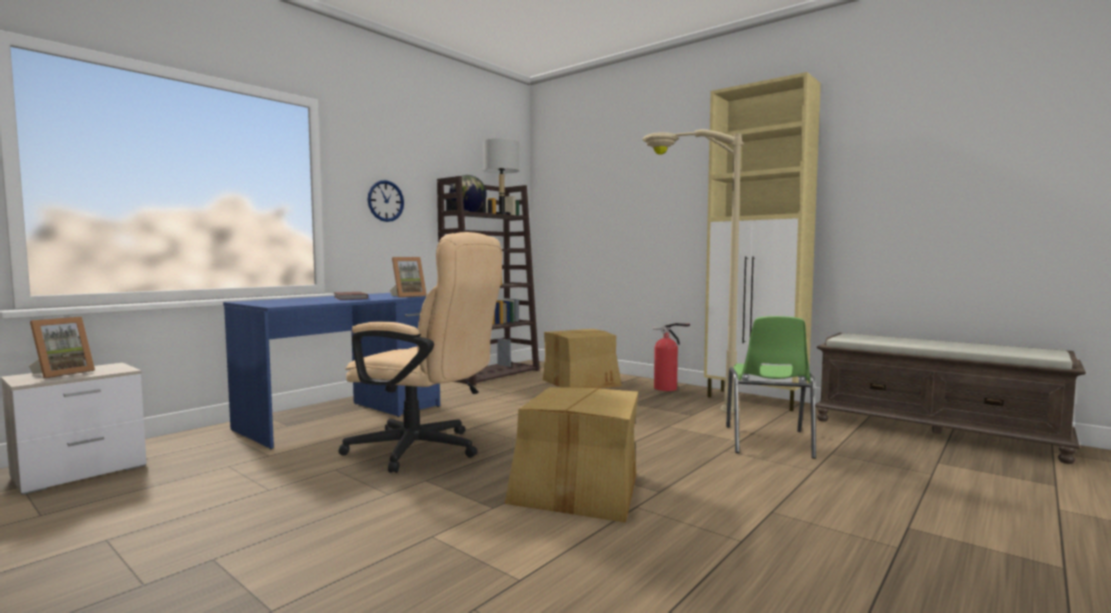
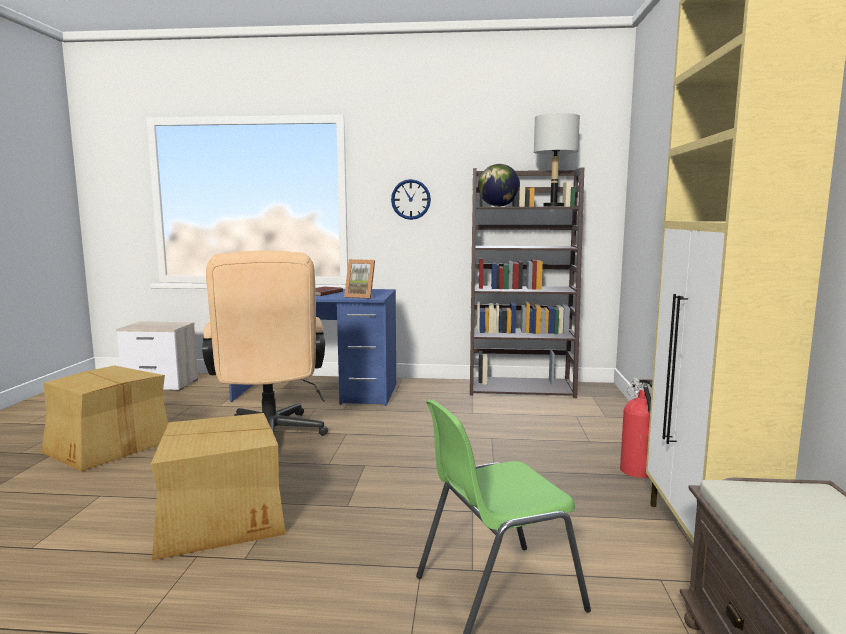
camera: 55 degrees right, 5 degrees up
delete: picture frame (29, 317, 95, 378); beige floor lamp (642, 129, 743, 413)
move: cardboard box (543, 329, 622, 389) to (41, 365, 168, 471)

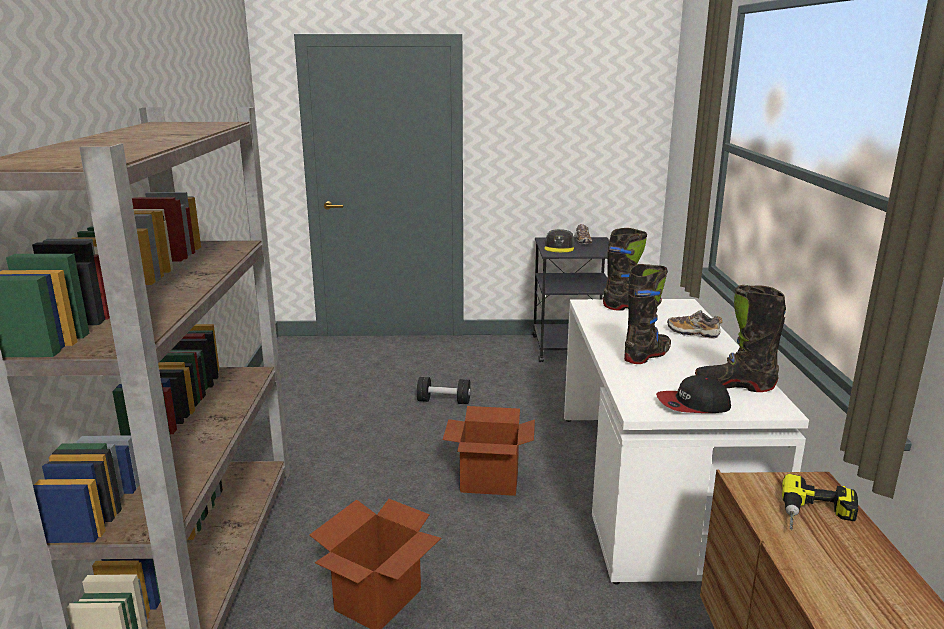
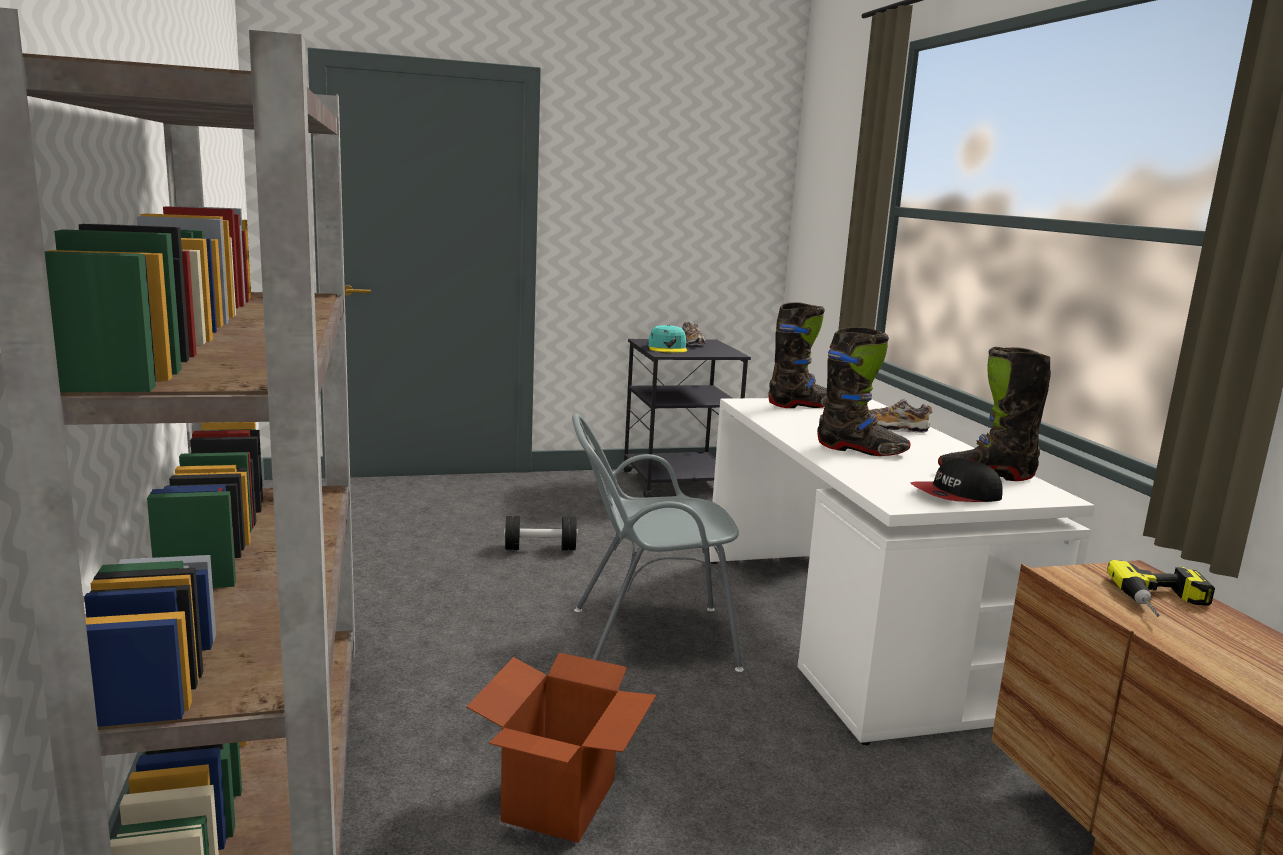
camera: 15 degrees left, 5 degrees down
replace: cardboard box (443, 406, 535, 496) to grey chair (572, 413, 744, 672)
recolor: grey cap (544, 229, 575, 252) to turquoise cap (648, 325, 687, 353)
rotate: black boot (624, 264, 671, 364) = (817, 327, 910, 456) 75 degrees clockwise

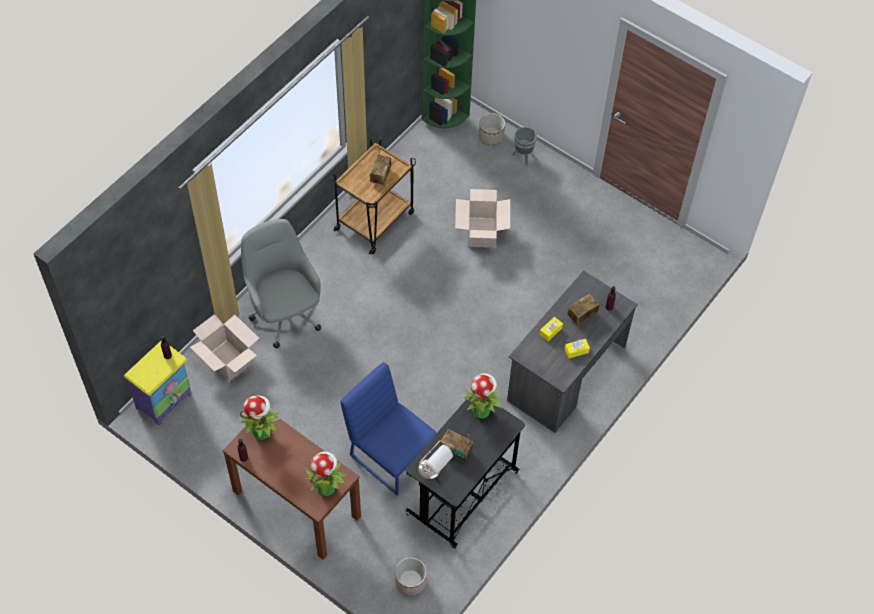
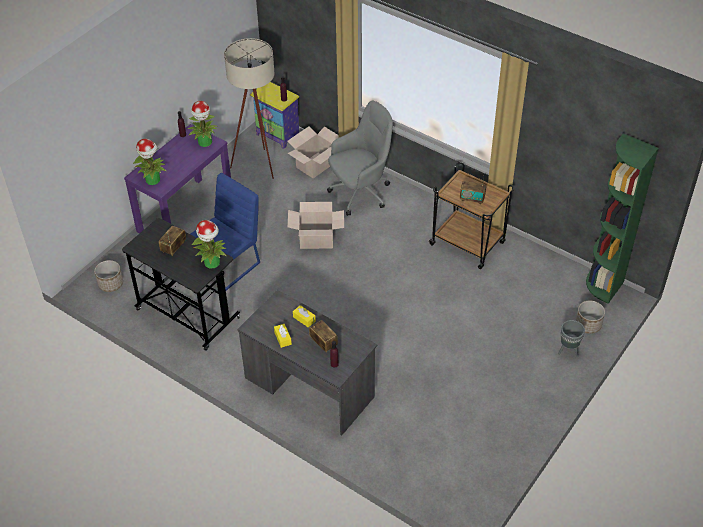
camera: 90 degrees right, 10 degrees down
delete: white table lamp (418, 441, 453, 479)
insert: beige floor lamp (224, 38, 274, 179)
move: cardboard box (455, 189, 510, 247) to (288, 202, 344, 249)
recolor: brown console table (222, 412, 361, 560) to purple console table (124, 124, 231, 233)

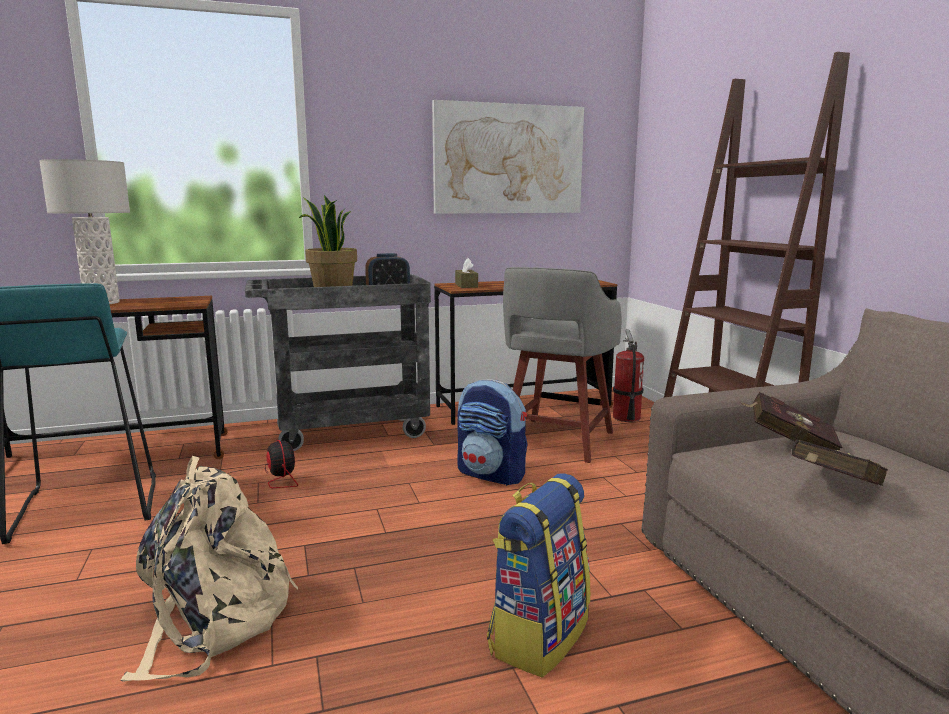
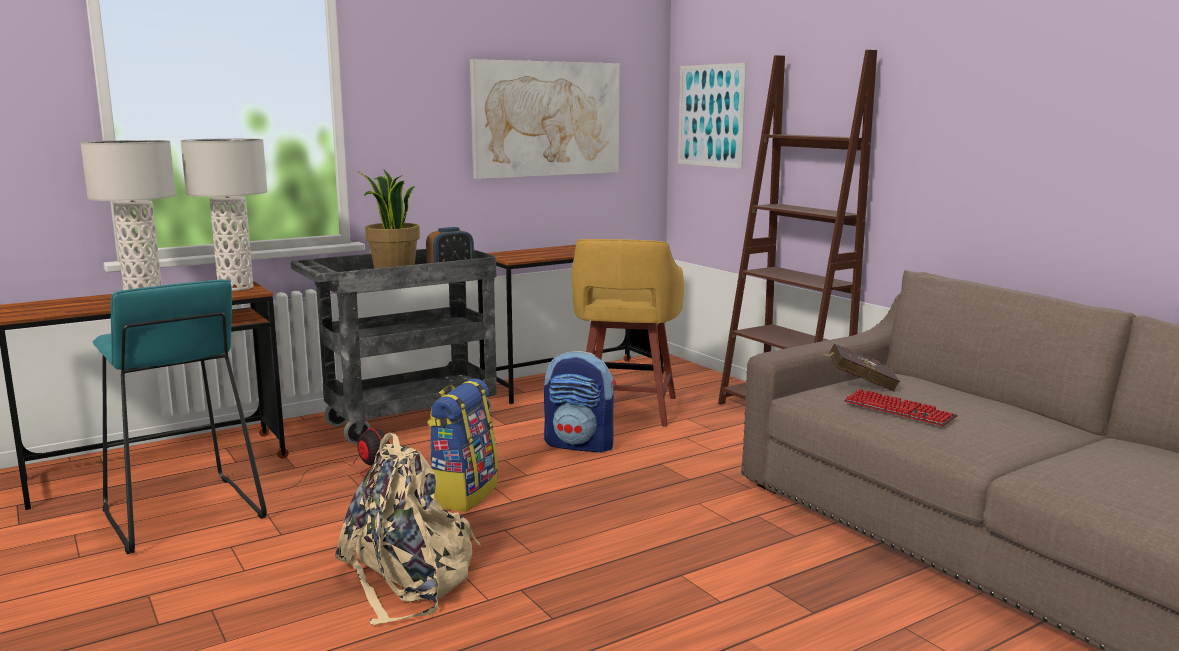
camera: 15 degrees left, 0 degrees up
delete: brown tissue box (455, 258, 478, 288); fire extinguisher (613, 329, 644, 422)
insert: white table lamp (181, 138, 267, 291); picture (678, 63, 746, 169)
move: backpack (487, 473, 590, 677) to (427, 378, 498, 512)
replace: red book (791, 439, 888, 486) to keyboard (844, 389, 958, 426)
recolor: grey stool (503, 267, 621, 463) to yellow stool (571, 239, 684, 427)

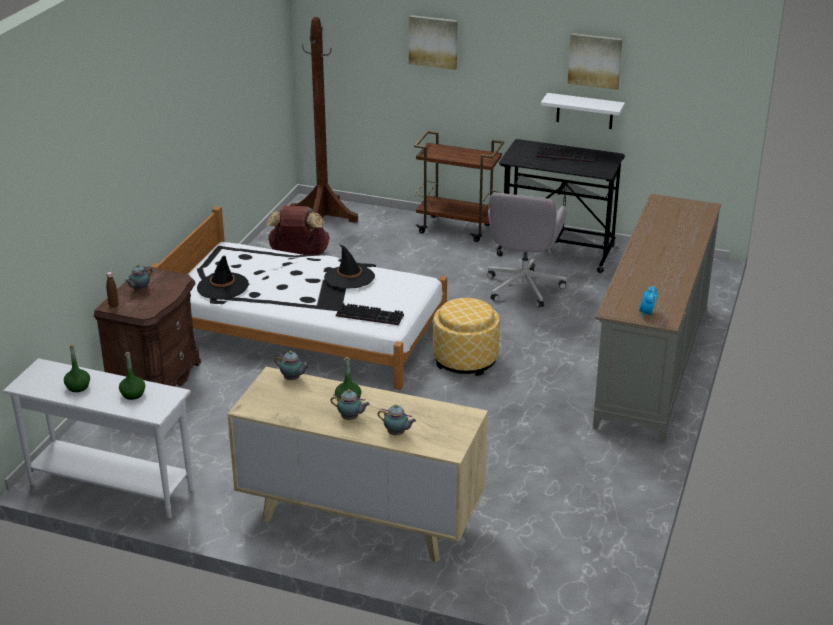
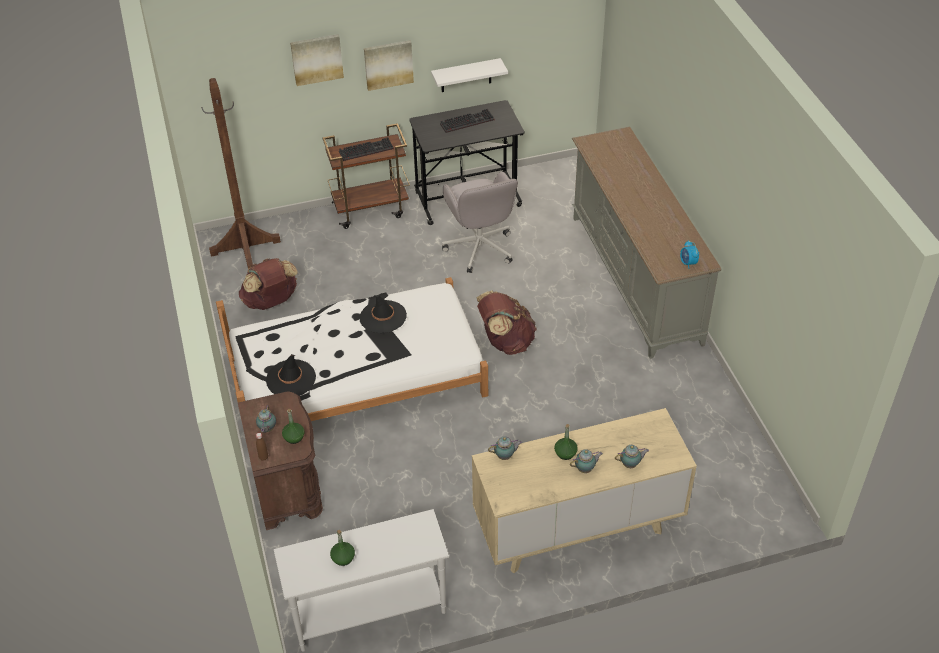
camera: 35 degrees left, 15 degrees up
move: green bottle (119, 352, 145, 400) to (282, 409, 305, 444); keyboard (336, 303, 404, 325) to (339, 137, 394, 161); picture (568, 33, 623, 90) to (364, 40, 414, 91)
replace: ottoman (433, 298, 500, 376) to brown backpack (477, 291, 537, 355)

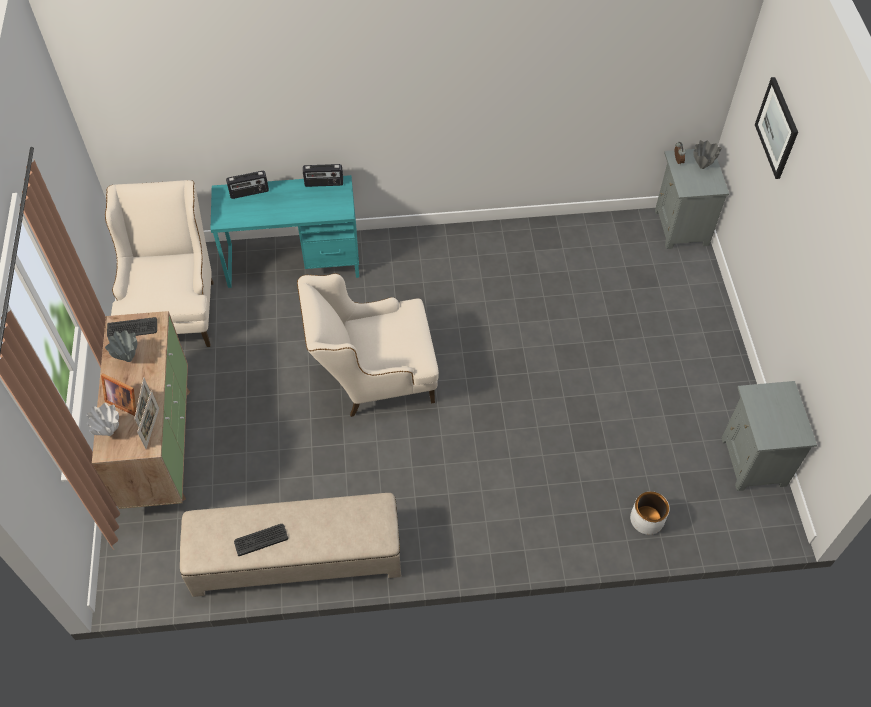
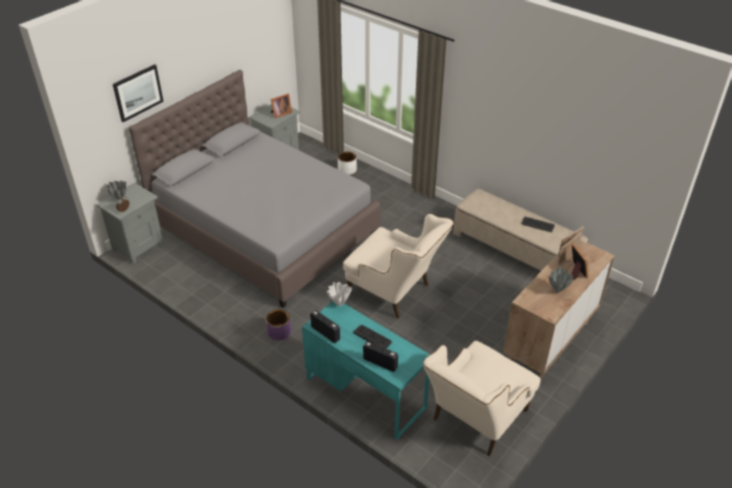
camera: 135 degrees left, 15 degrees down
insert: grey bed (129, 70, 380, 308); purple planter (266, 309, 291, 340); picture frame (271, 94, 293, 118)
move: white vase (86, 403, 119, 436) to (327, 282, 352, 307); keyboard (107, 317, 157, 337) to (354, 325, 392, 348)

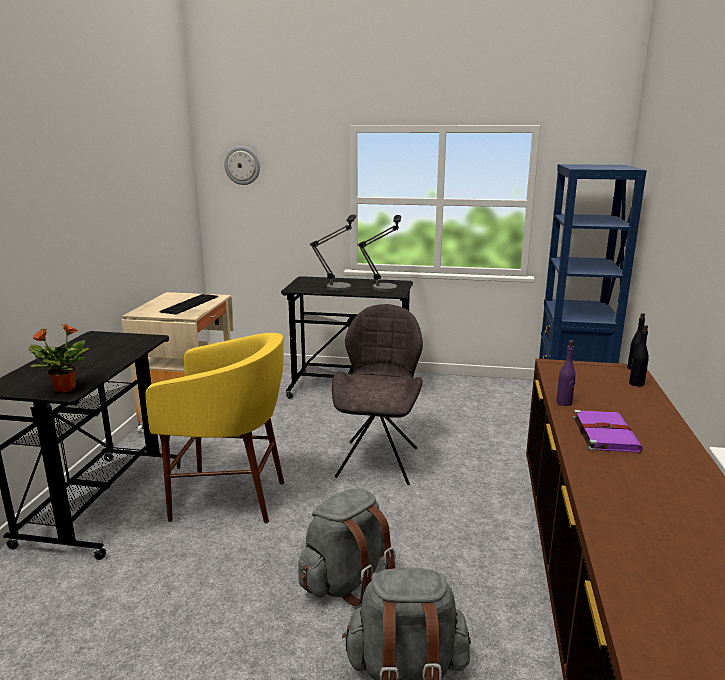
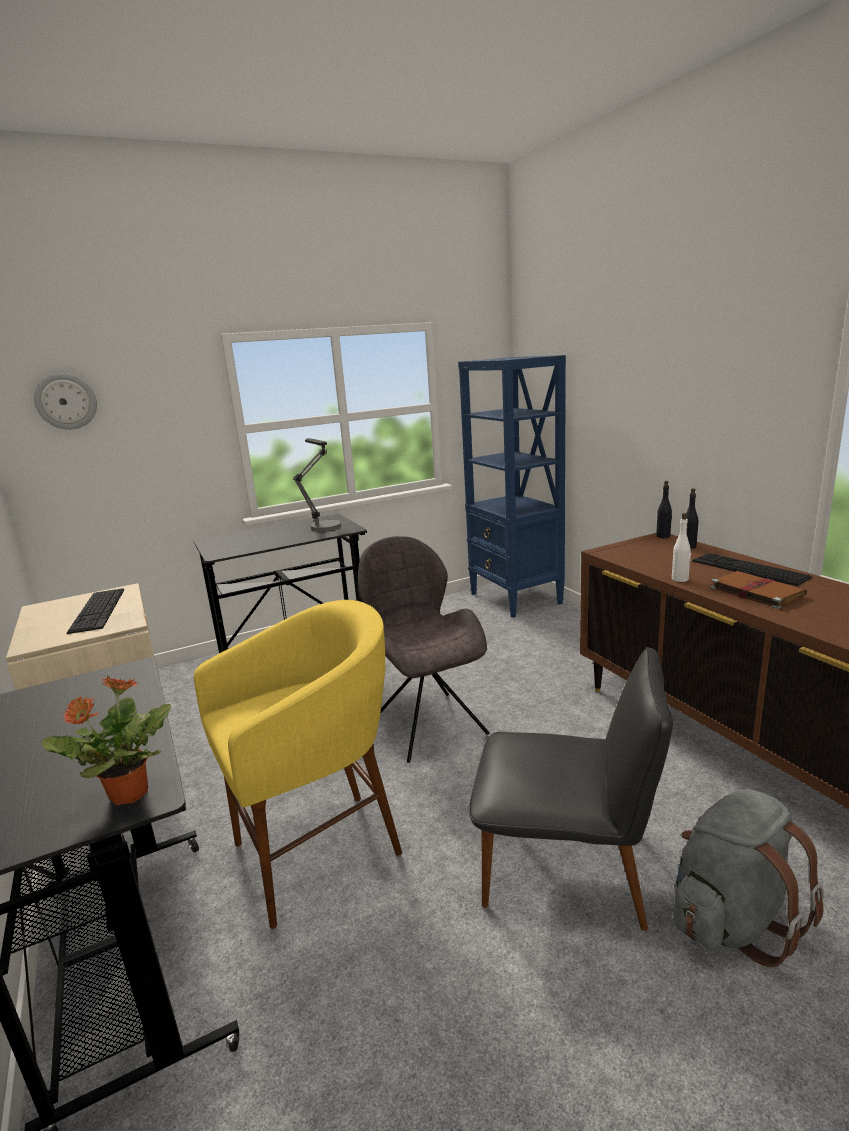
camera: 35 degrees left, 0 degrees up
delete: table lamp (310, 215, 356, 291)
insert: keyboard (693, 553, 812, 586)
replace: grey backpack (298, 488, 395, 606) to black chair (469, 647, 673, 931)
recolor: purple bottle (556, 340, 576, 406) to white bottle (672, 513, 691, 582); purple book (573, 410, 643, 453) to brown book (711, 571, 807, 609)

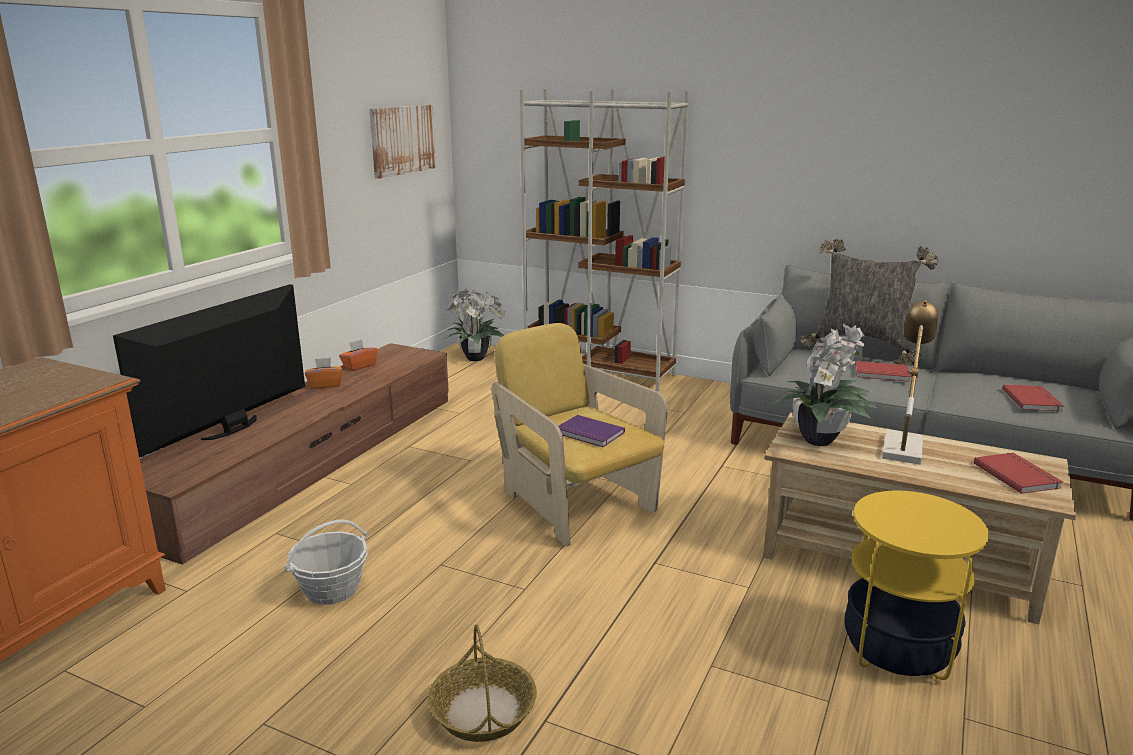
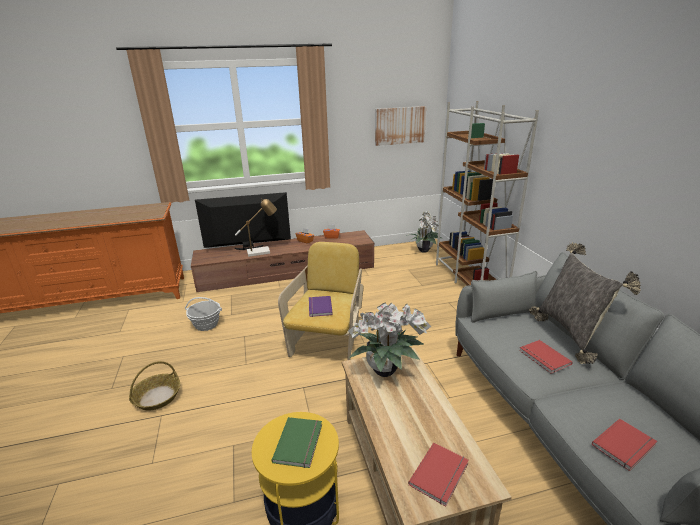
camera: 50 degrees right, 5 degrees up
insert: green book (271, 417, 322, 468)
move: table lamp (882, 300, 938, 465) to (235, 199, 277, 257)

